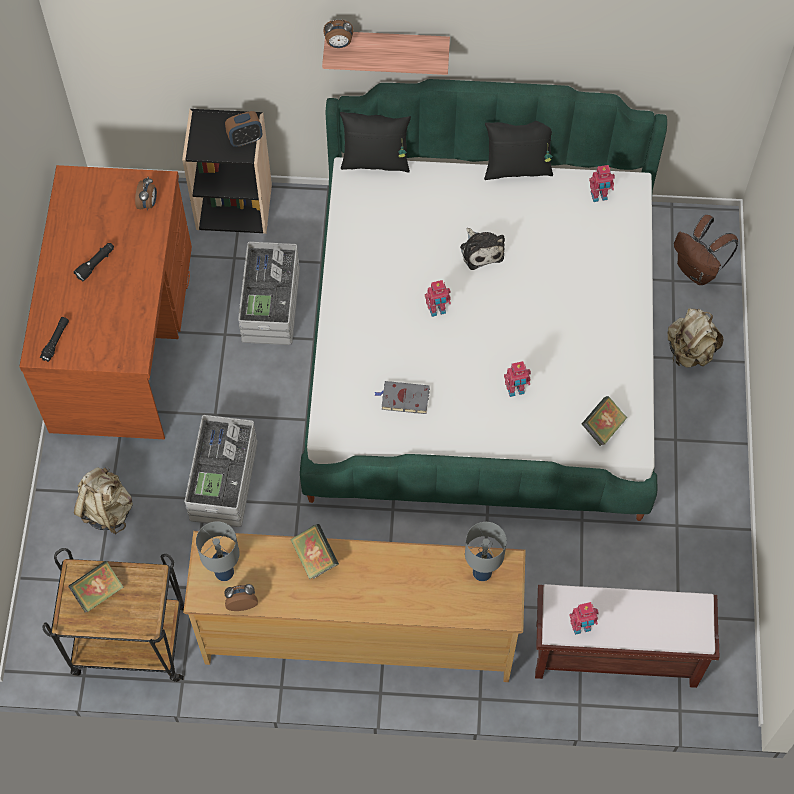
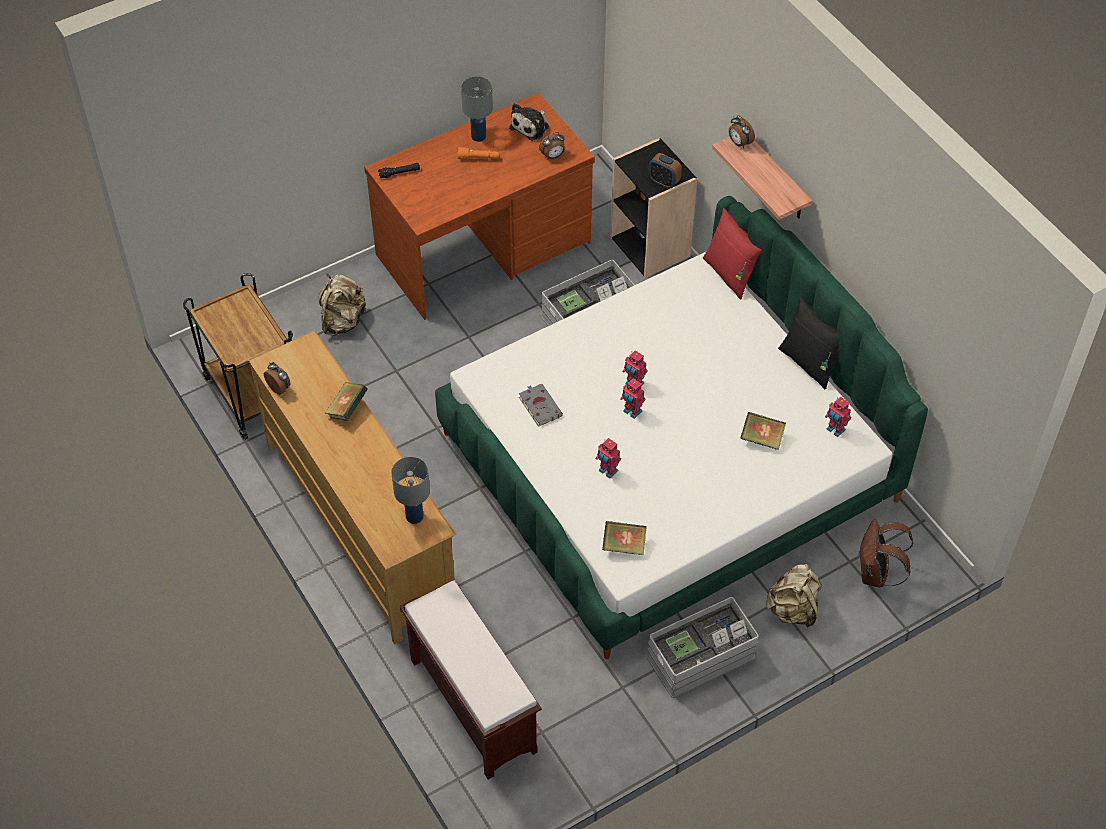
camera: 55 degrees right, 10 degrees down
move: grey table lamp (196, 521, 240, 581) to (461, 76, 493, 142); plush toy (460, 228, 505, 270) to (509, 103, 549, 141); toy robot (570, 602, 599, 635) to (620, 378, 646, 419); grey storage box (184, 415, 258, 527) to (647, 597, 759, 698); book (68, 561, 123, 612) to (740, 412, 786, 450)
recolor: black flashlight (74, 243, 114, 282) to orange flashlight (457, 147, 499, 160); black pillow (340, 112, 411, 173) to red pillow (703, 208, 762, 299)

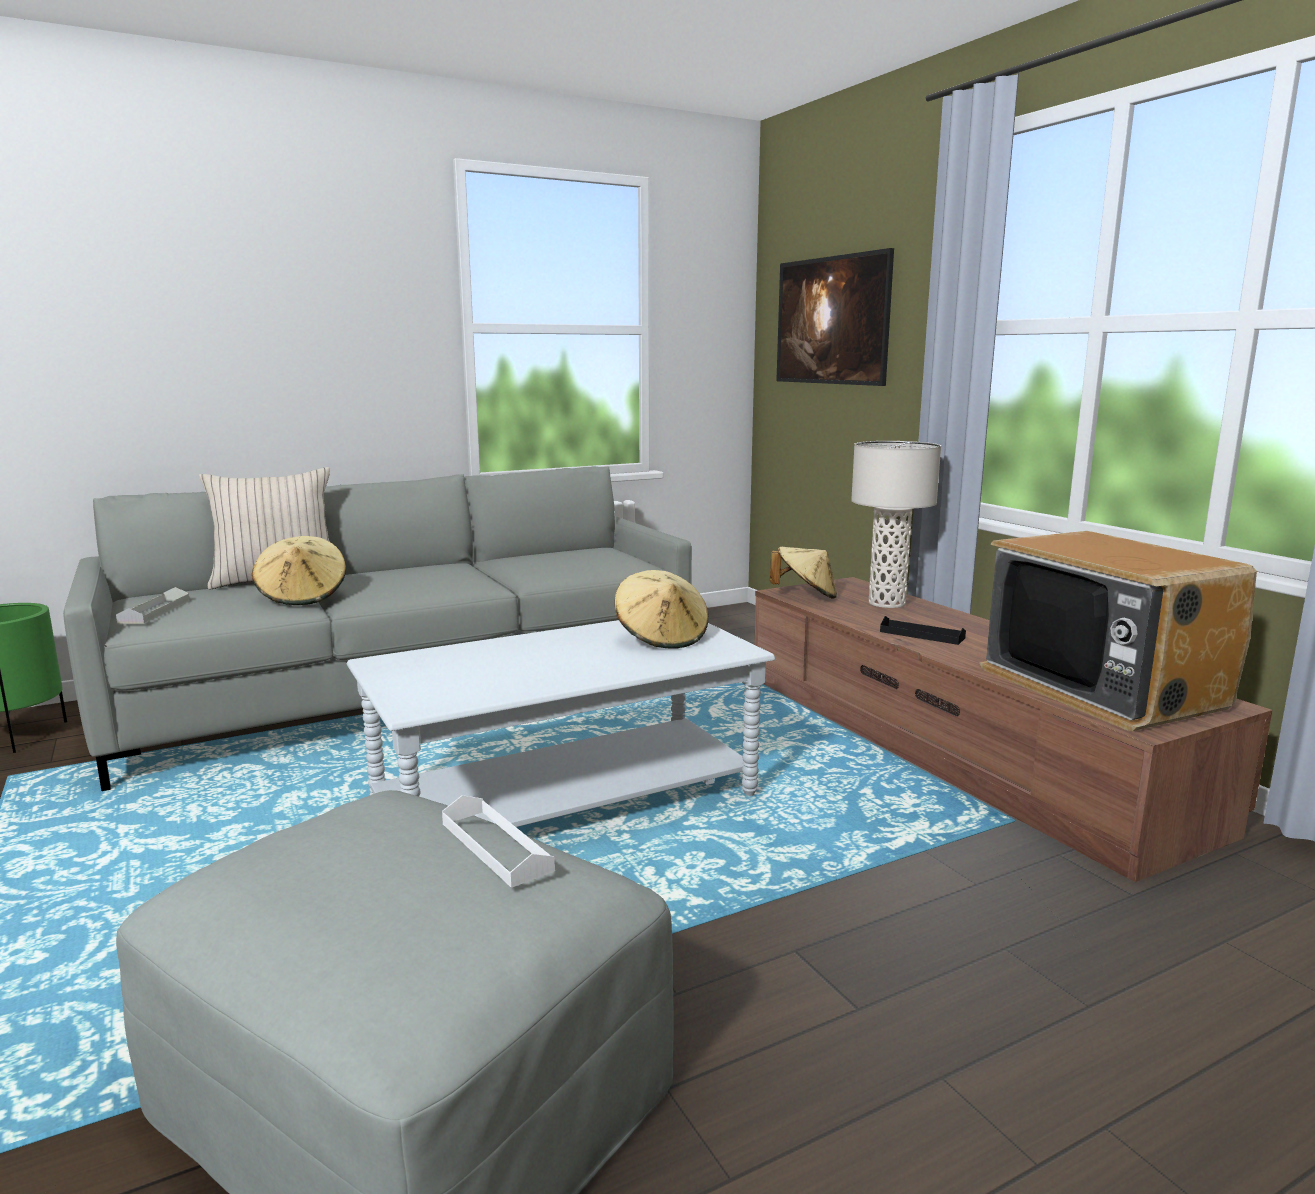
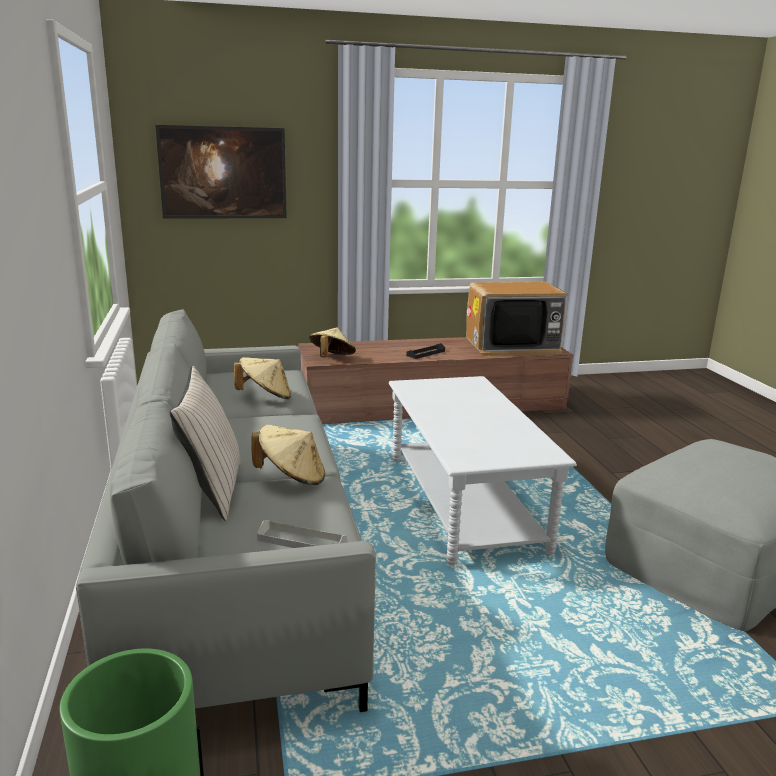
camera: 75 degrees left, 5 degrees up
delete: white tray (442, 795, 555, 888); white table lamp (851, 441, 941, 608)
move: beige hat (615, 570, 709, 649) to (234, 357, 291, 399)

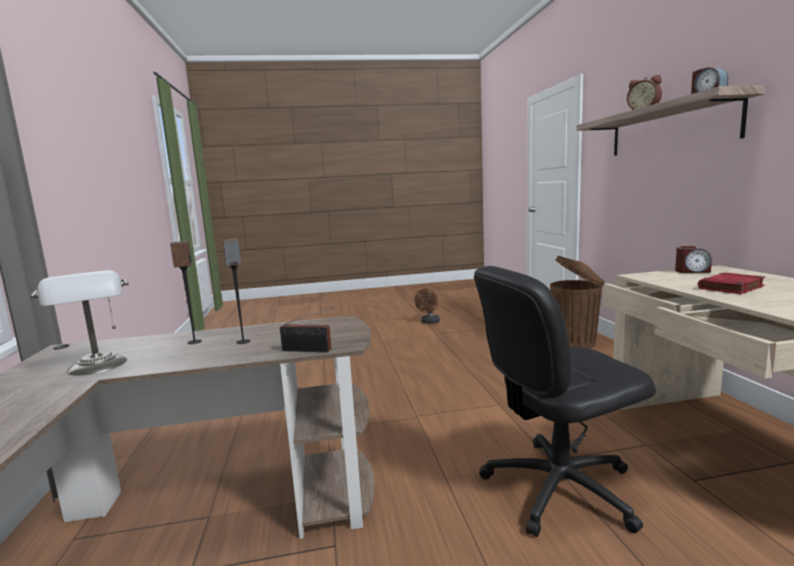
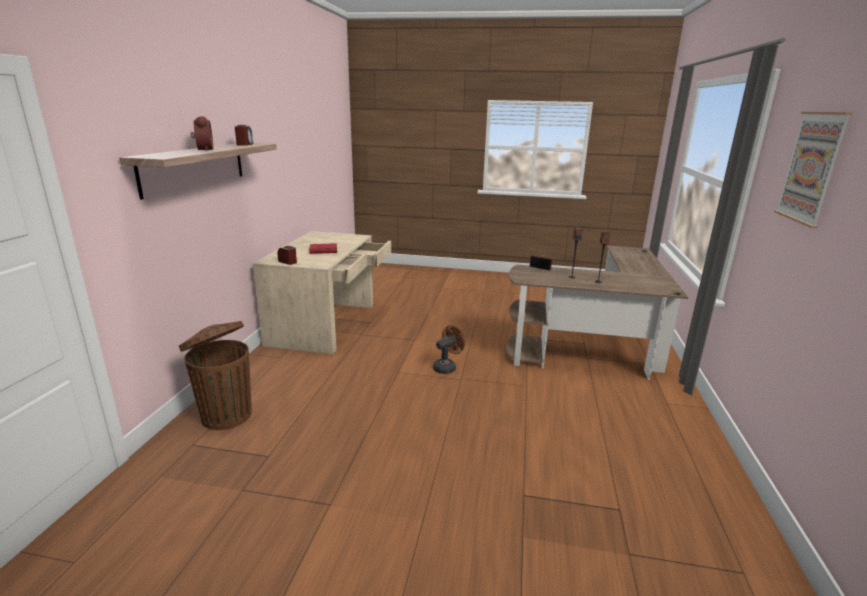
camera: 160 degrees left, 10 degrees up
delete: white table lamp (30, 270, 129, 376); black office chair (474, 266, 656, 537)
insert: picture (774, 112, 853, 228)
move: brown fan (414, 289, 440, 324) to (433, 325, 465, 374)

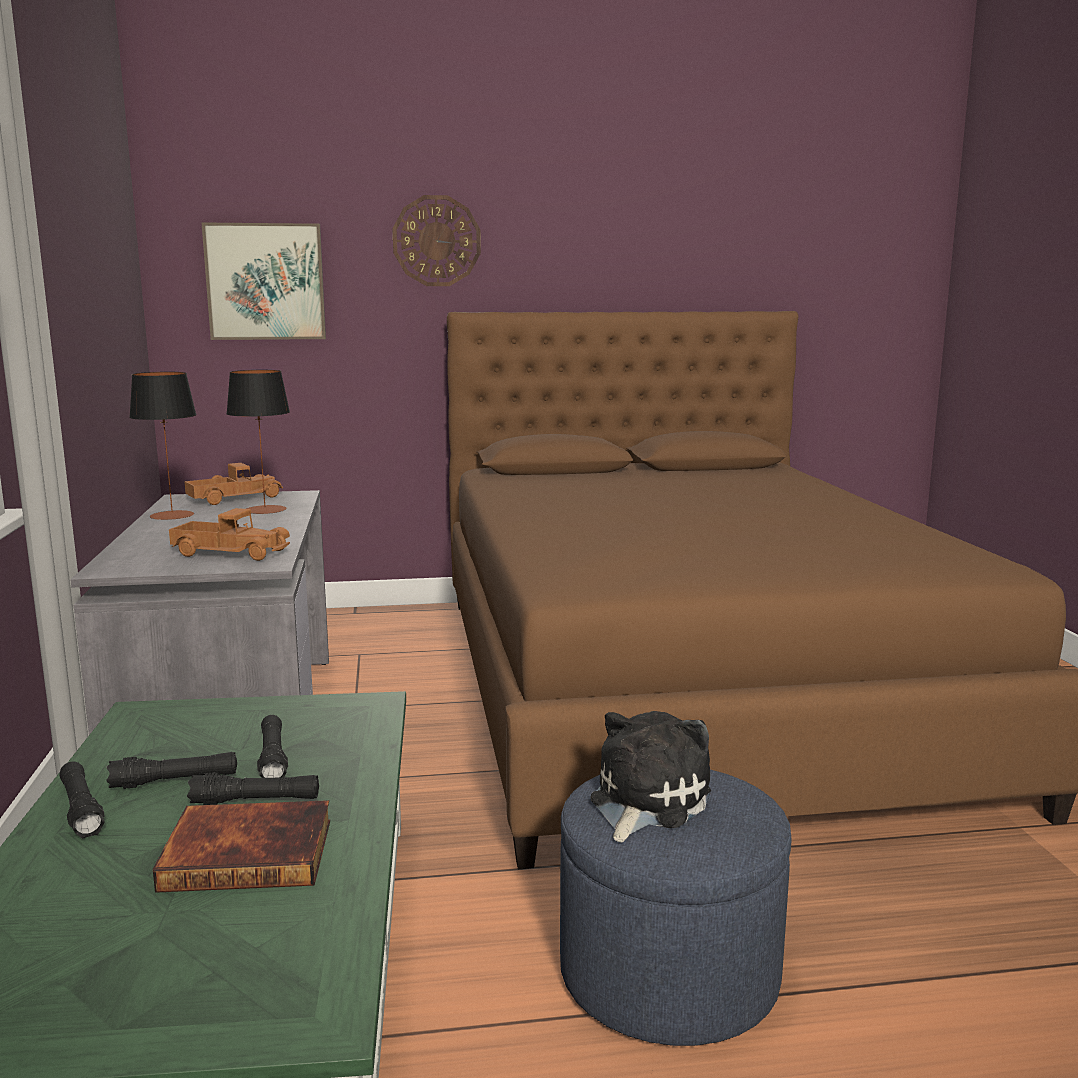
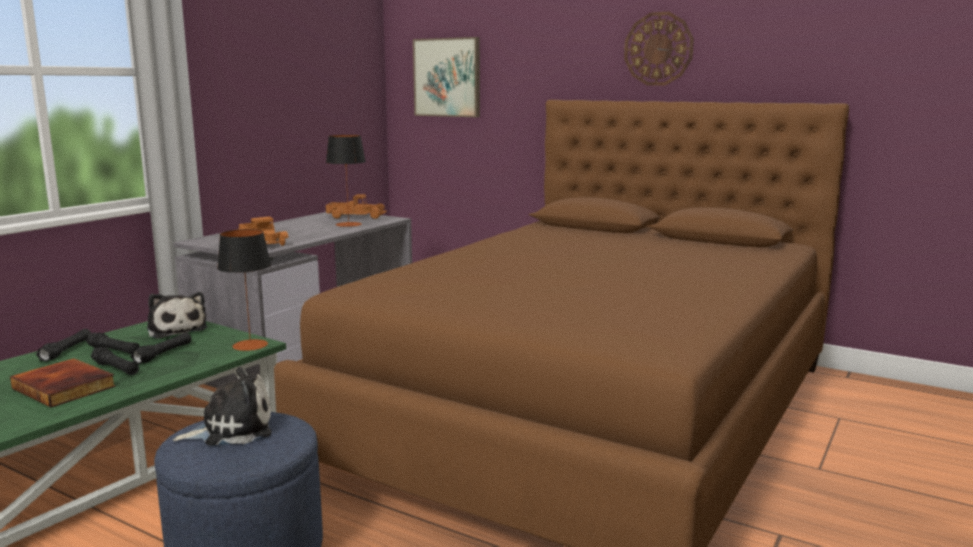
camera: 40 degrees right, 0 degrees up
insert: plush toy (147, 292, 207, 339)
move: table lamp (129, 372, 197, 520) to (217, 229, 271, 351); wall clock (392, 195, 481, 286) to (624, 12, 694, 86)

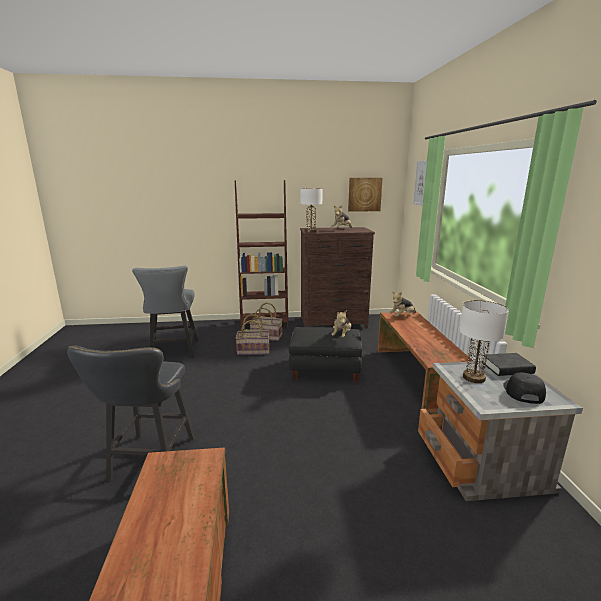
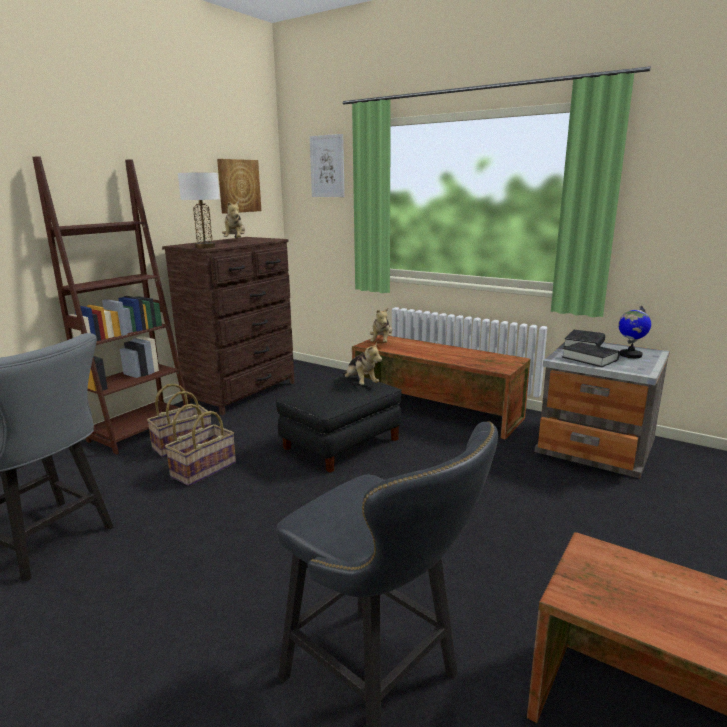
camera: 50 degrees left, 0 degrees up
replace: table lamp (459, 300, 509, 383) to black book (562, 342, 620, 367); black cap (503, 373, 546, 404) to globe (618, 306, 651, 358)

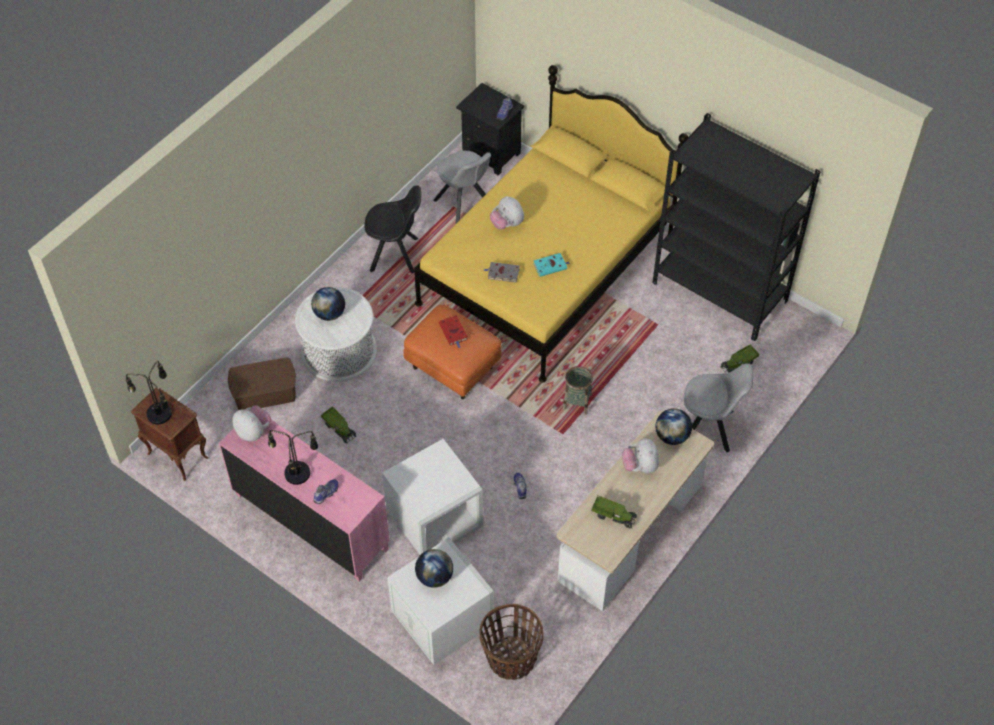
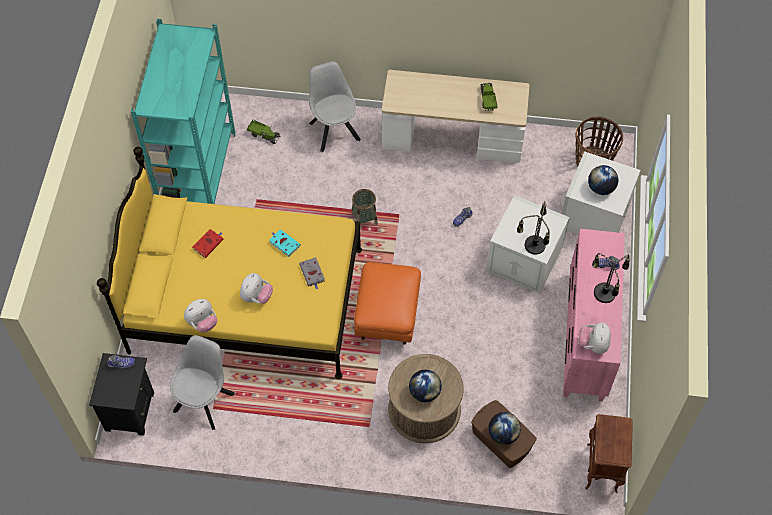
camera: 120 degrees left, 5 degrees up
delete: toy truck (321, 406, 357, 444); black chair (364, 185, 422, 273)
move: plush toy (622, 438, 659, 473) to (184, 299, 217, 333); red book (439, 315, 468, 348) to (193, 229, 224, 258); globe (656, 408, 692, 445) to (488, 412, 521, 445); table lamp (126, 361, 172, 425) to (517, 202, 550, 255)
recolor: black bookcase (652, 113, 821, 341) to turquoise bookcase (131, 19, 236, 204); white coffee table (295, 287, 377, 382) to brown coffee table (388, 354, 464, 443)

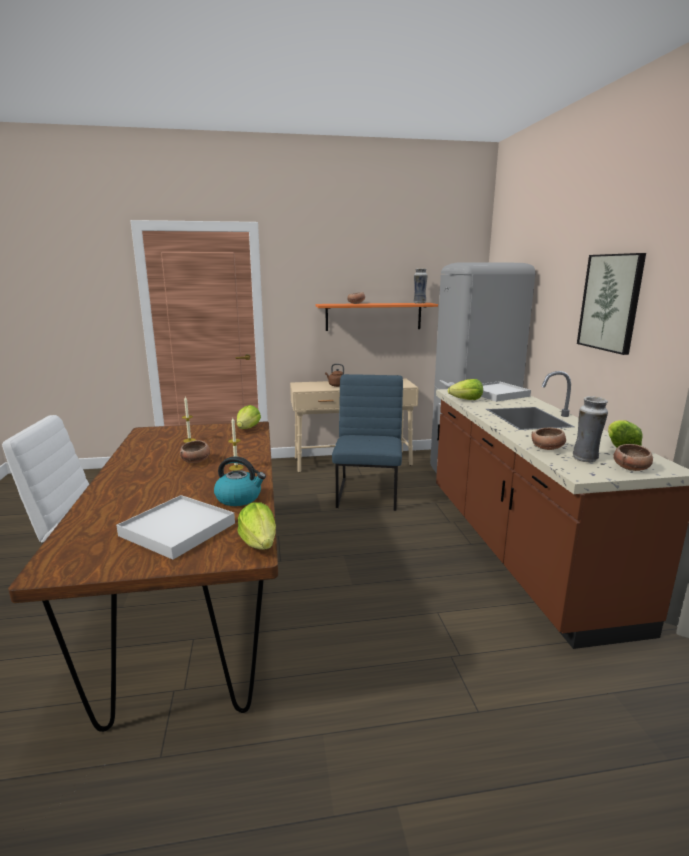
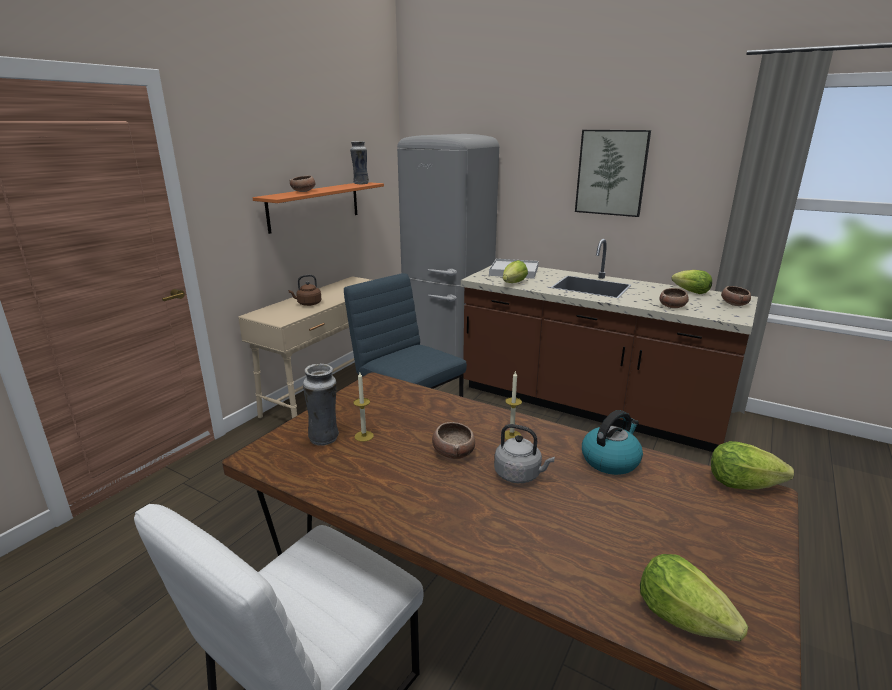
camera: 50 degrees left, 5 degrees up
delete: white tray (116, 495, 235, 560)
insert: grey kettle (494, 424, 555, 483)
move: vase (573, 396, 608, 462) to (303, 364, 339, 446); lettuce (237, 405, 261, 429) to (640, 554, 749, 641)

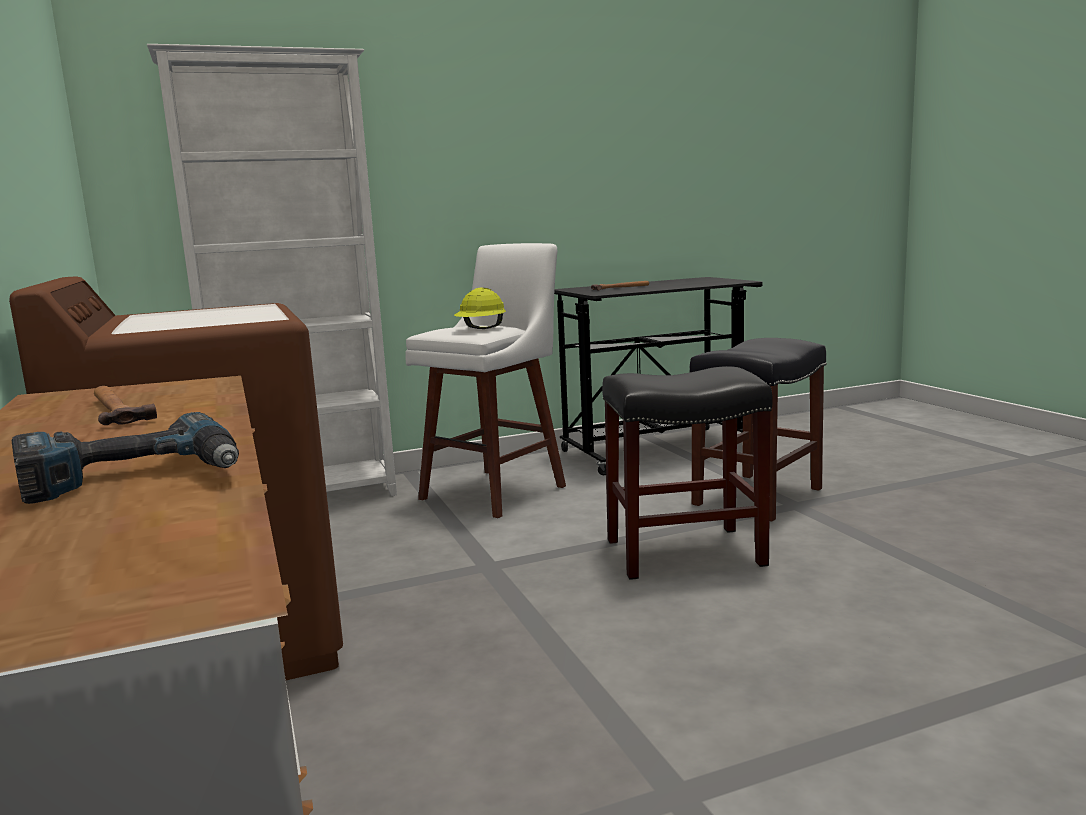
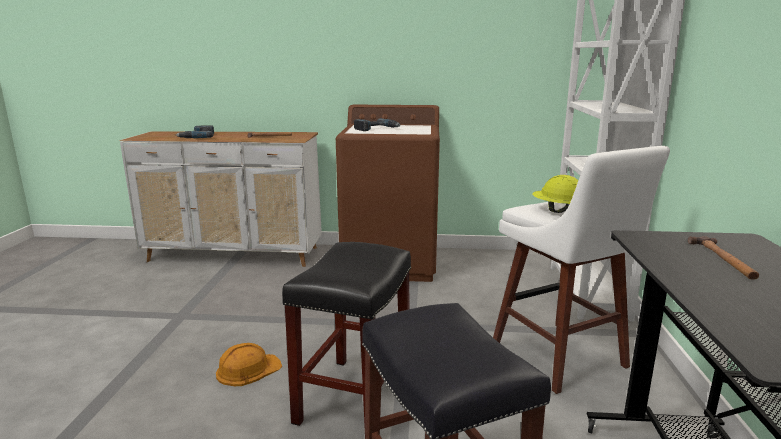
camera: 115 degrees right, 5 degrees up
insert: orange hard hat (216, 343, 282, 386); power drill (354, 118, 400, 131)

